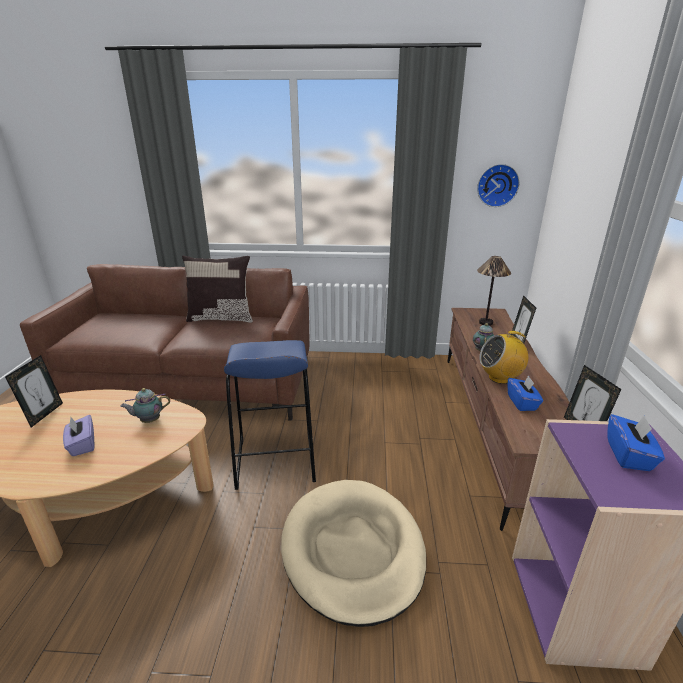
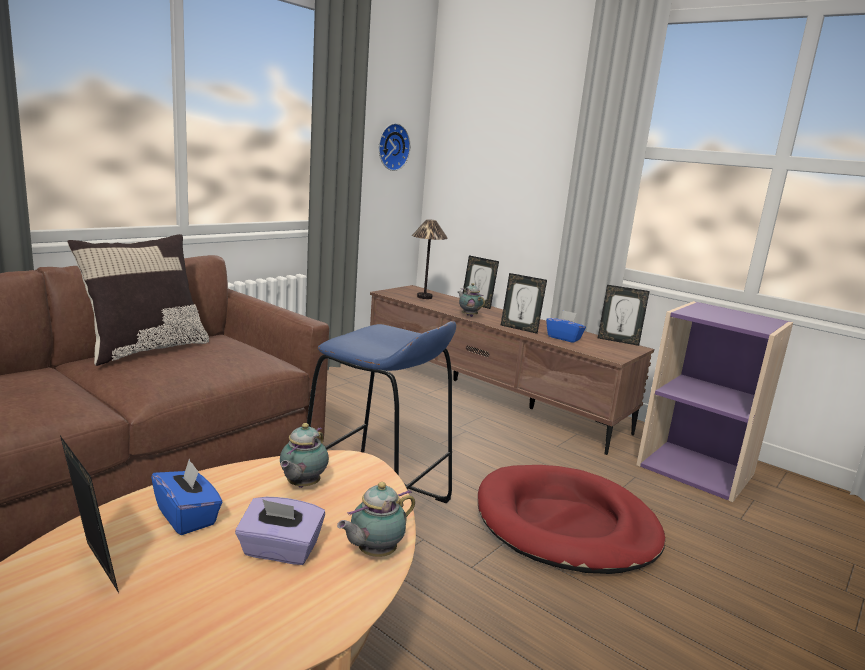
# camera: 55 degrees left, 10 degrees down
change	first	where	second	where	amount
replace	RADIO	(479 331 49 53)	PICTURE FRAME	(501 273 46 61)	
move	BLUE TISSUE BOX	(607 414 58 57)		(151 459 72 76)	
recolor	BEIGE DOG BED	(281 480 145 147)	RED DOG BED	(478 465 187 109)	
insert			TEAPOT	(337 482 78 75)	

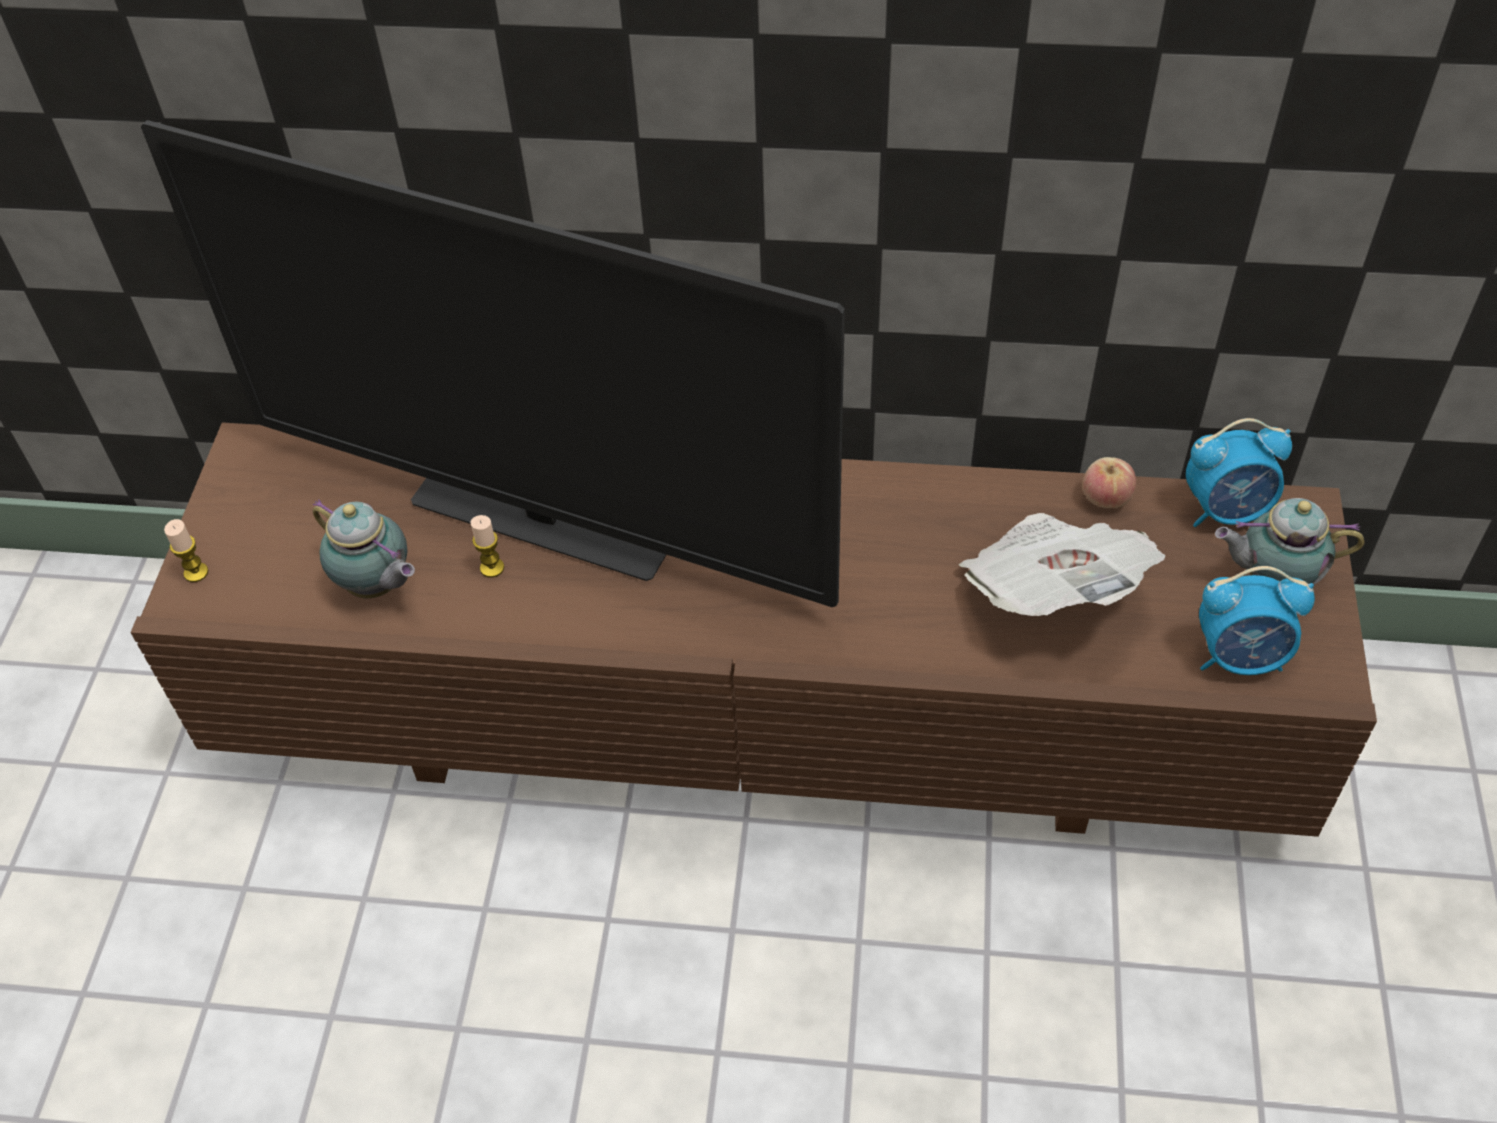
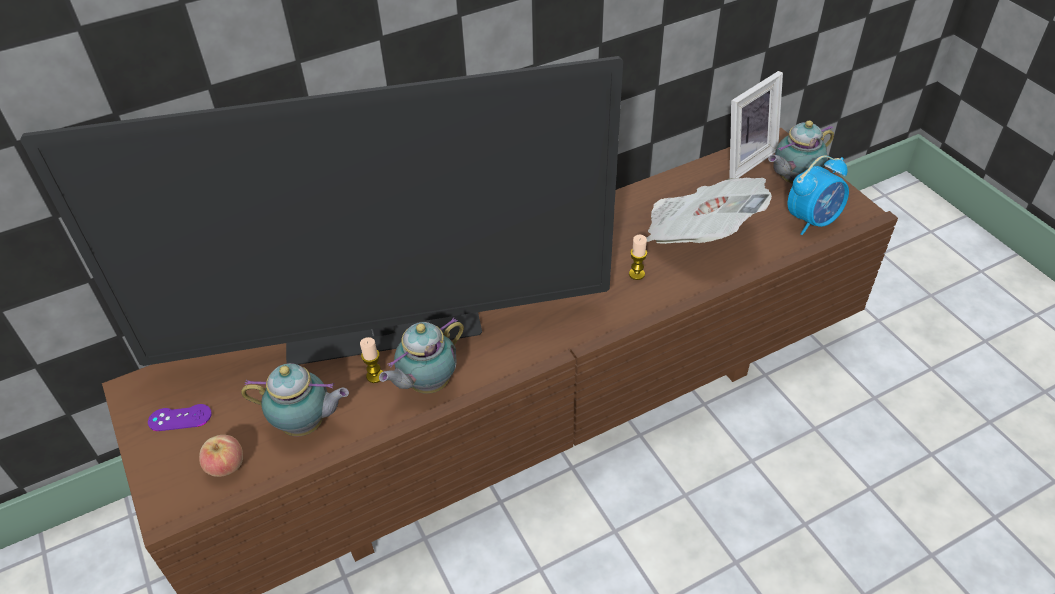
# camera: 35 degrees left, 5 degrees down
change	first	where	second	where	amount
replace	ALARM CLOCK	(1186 418 106 109)	PICTURE FRAME	(729 71 54 108)	
move	APPLE	(1082 457 54 51)		(199 435 44 42)	
move	CANDLE	(164 519 45 63)		(629 234 18 46)	
insert			TEAPOT	(379 318 85 76)	
insert			PURPLE GAME CONTROLLER	(148 404 64 27)	

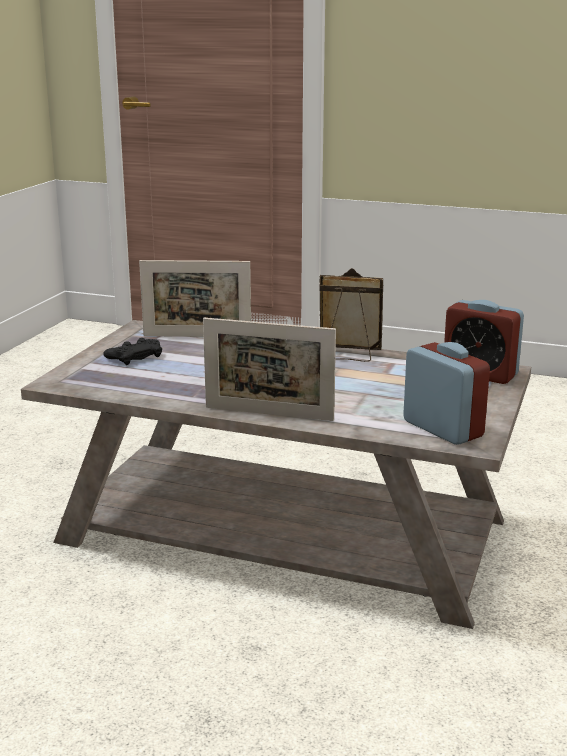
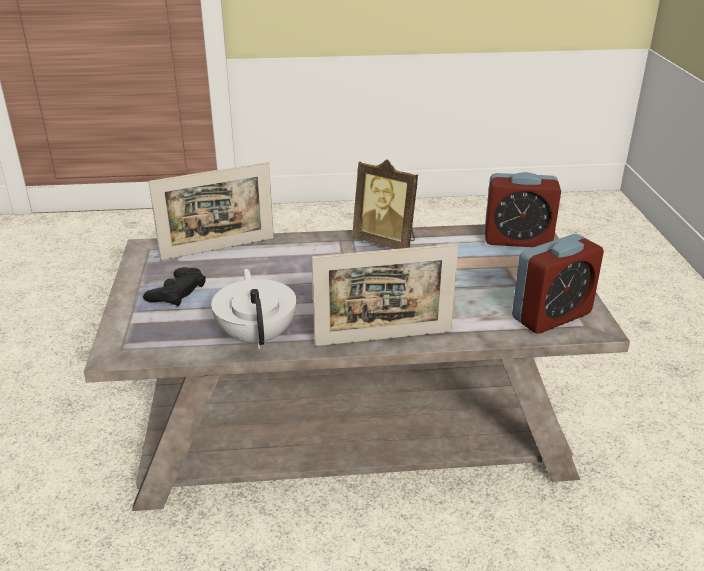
# camera: 25 degrees left, 10 degrees up
change	first	where	second	where	amount
rotate	PICTURE FRAME	(319 268 64 94)		(352 159 66 90)	135 degrees counterclockwise
rotate	ALARM CLOCK	(403 342 87 103)		(512 234 92 100)	120 degrees clockwise
insert			WHITE TEAPOT	(211 268 85 81)	

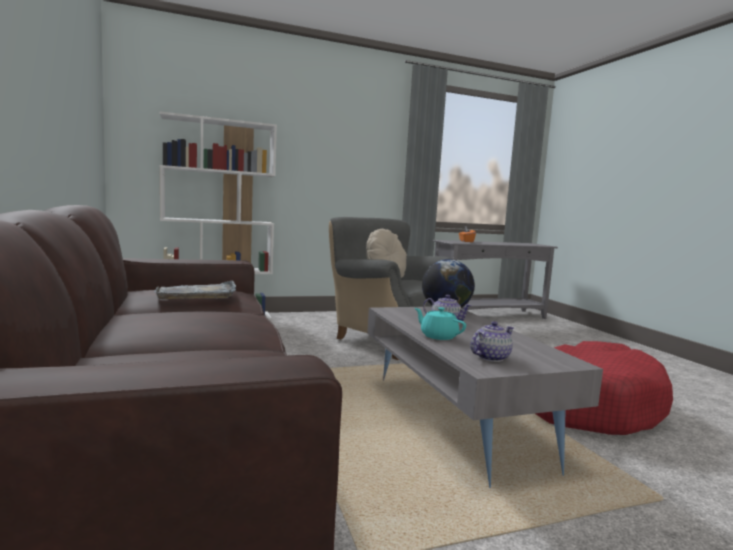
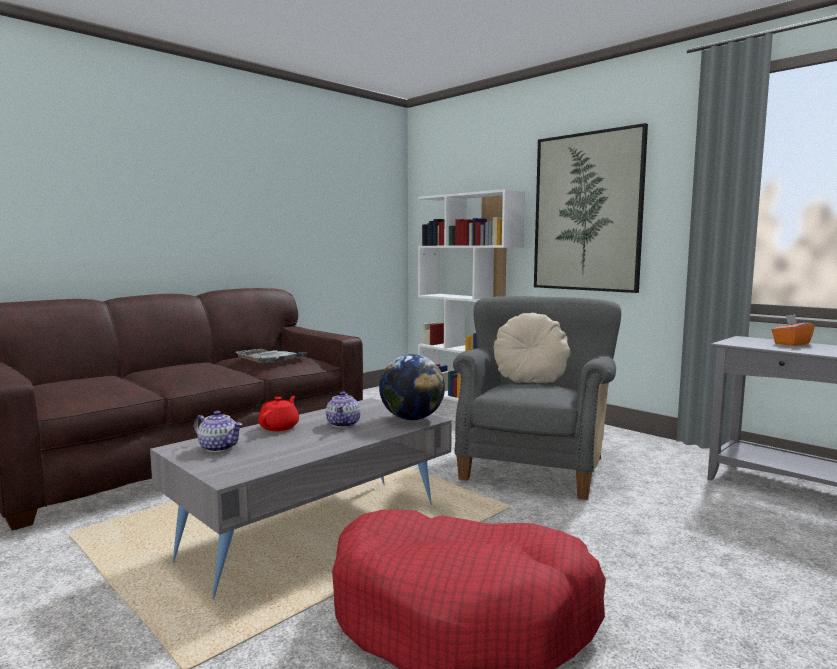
# camera: 65 degrees right, 0 degrees up
change	first	where	second	where	amount
recolor	TURQUOISE TEAPOT	(415 307 51 33)	RED TEAPOT	(258 396 41 35)	
insert			PICTURE	(534 123 114 170)	

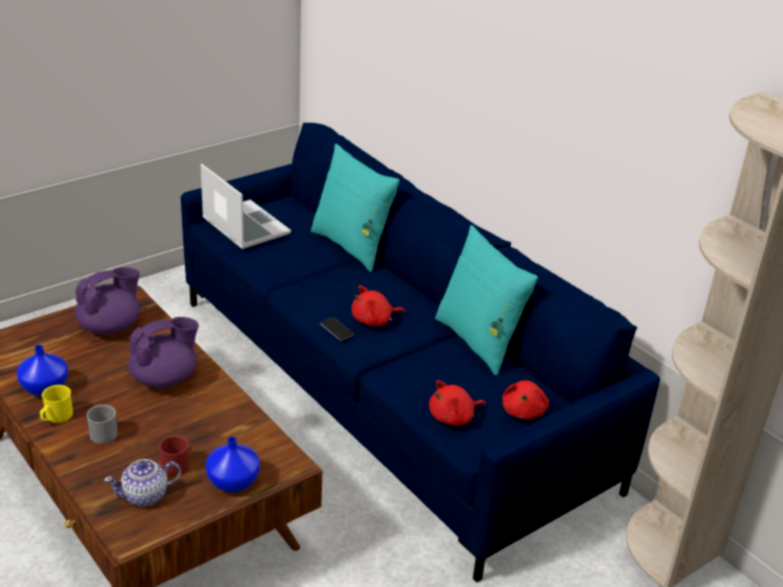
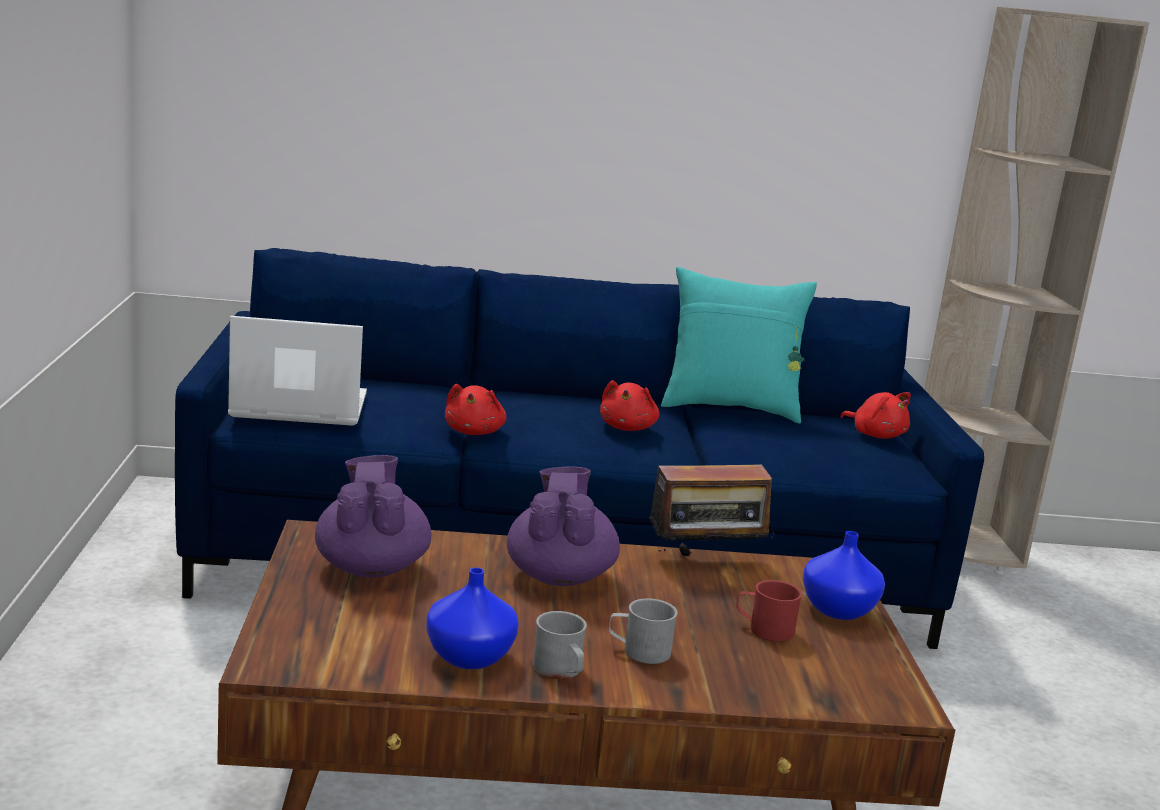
# camera: 55 degrees left, 15 degrees down
change	first	where	second	where	amount
delete	TURQUOISE PILLOW	(311 144 89 128)			
delete	PHONE	(320 317 34 24)			
move	RED PLUSH TOY	(429 380 57 46)		(445 384 61 51)	
recolor	YELLOW MUG	(40 385 33 38)	GREY MUG	(533 611 54 68)	
delete	TEAPOT	(104 459 78 48)			
insert			RADIO	(650 450 124 106)	

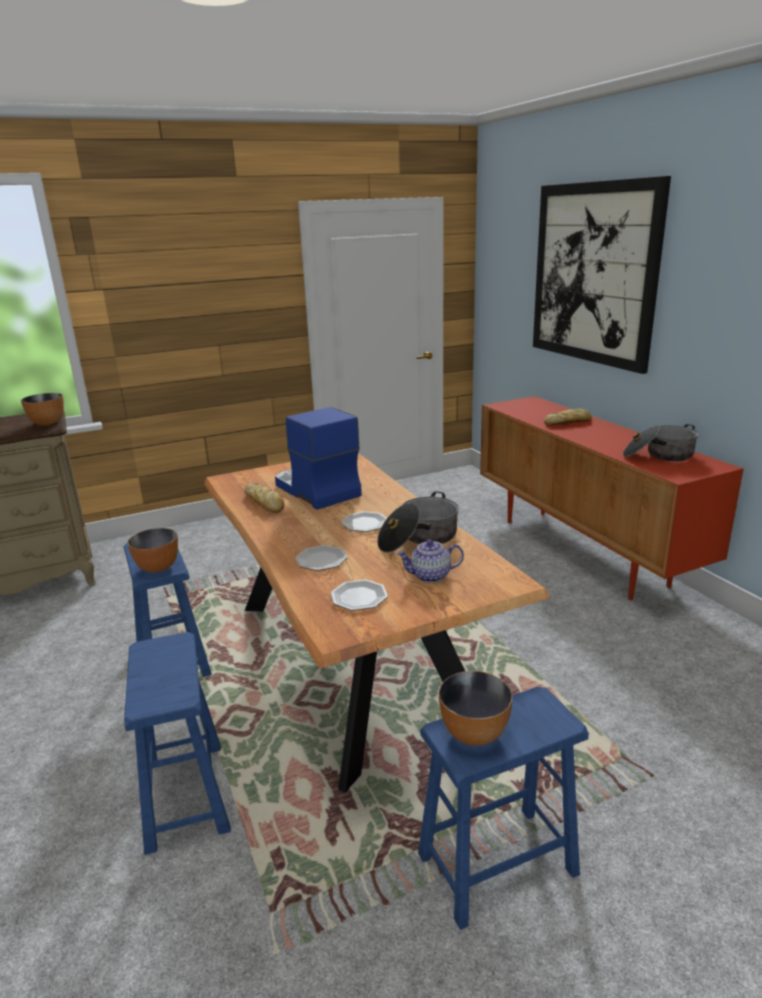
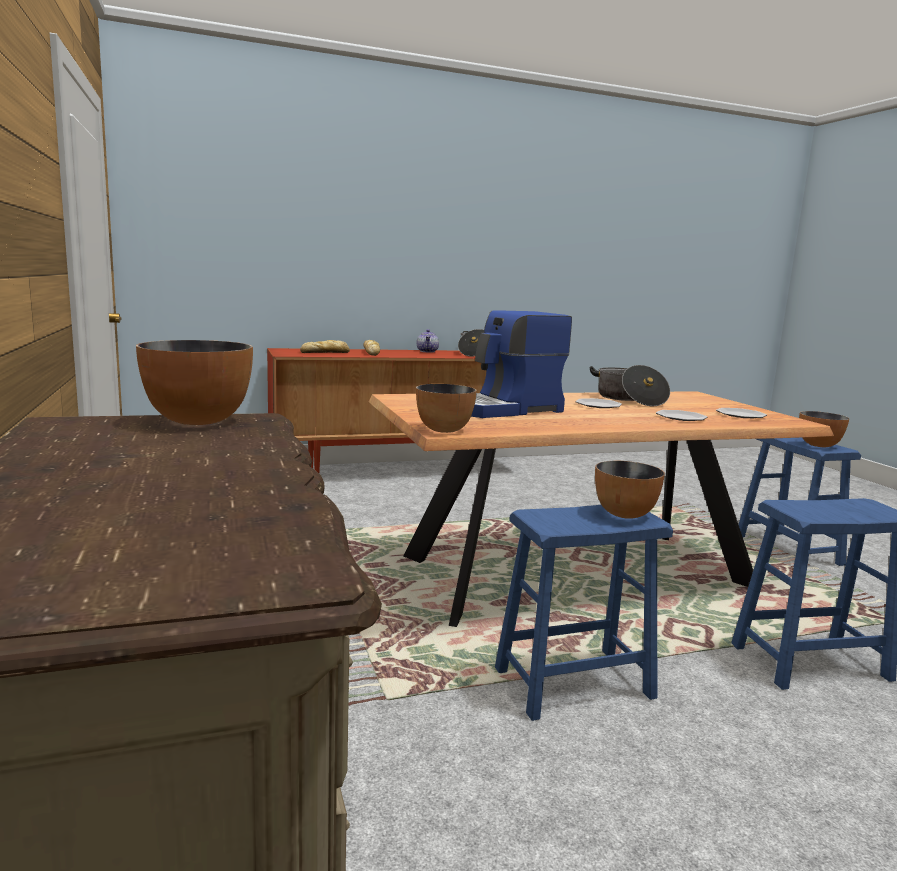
# camera: 85 degrees left, 10 degrees down
change	first	where	second	where	amount
delete	PICTURE	(533 176 138 198)			
move	BREAD	(244 483 40 30)		(300 340 50 13)	
move	TEAPOT	(397 540 67 43)		(417 329 22 24)	
insert			BOWL	(416 384 61 49)	

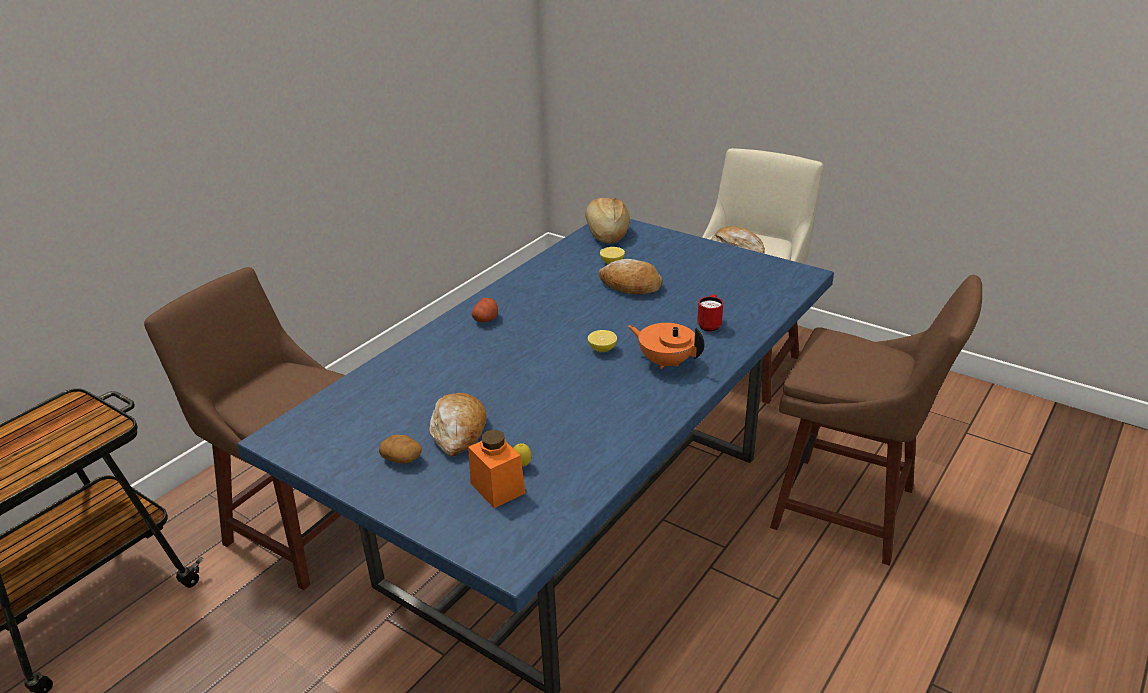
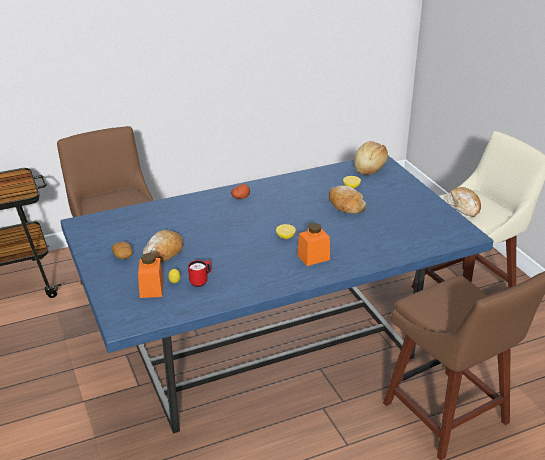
# camera: 30 degrees right, 0 degrees up
change	first	where	second	where	amount
move	RED MUG	(697 294 26 38)		(188 260 23 27)	
replace	ORANGE TEAPOT	(628 323 77 46)	ORANGE JAR	(297 223 33 43)	

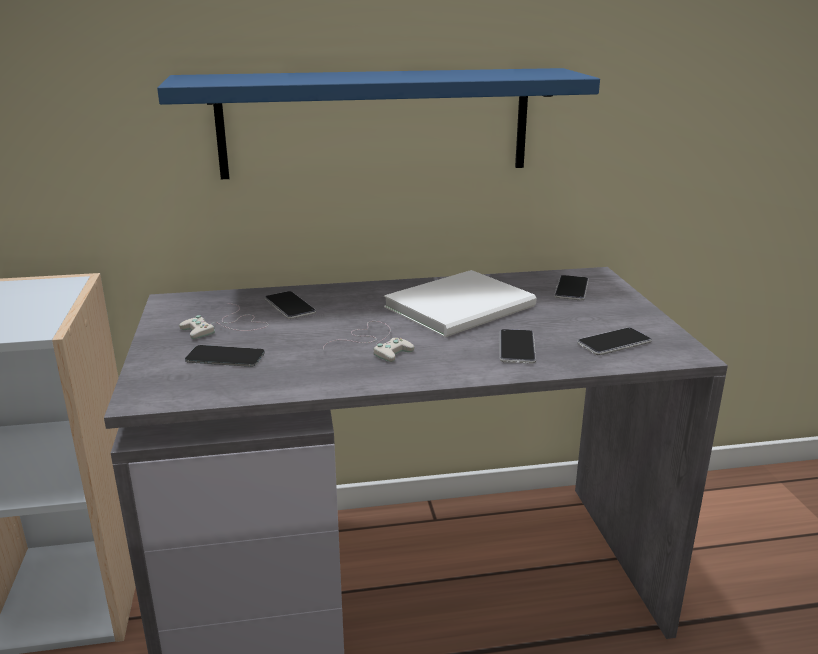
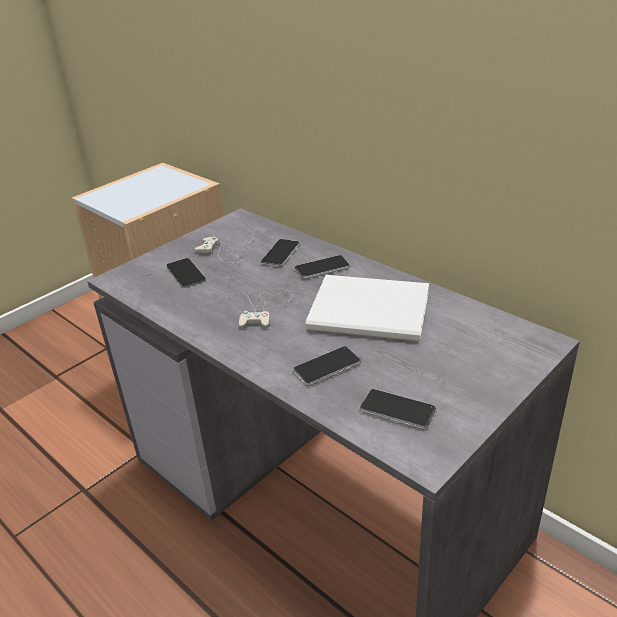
# camera: 55 degrees right, 10 degrees up
change	first	where	second	where	amount
delete	BLUE SHELF	(157 68 443 111)			
move	PHONE	(554 275 35 26)		(294 255 56 24)	

